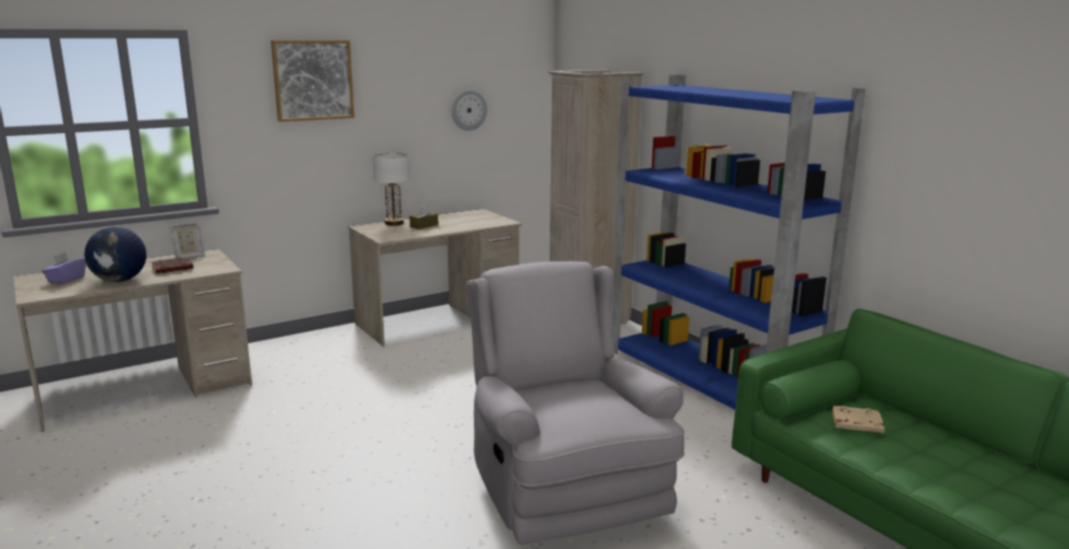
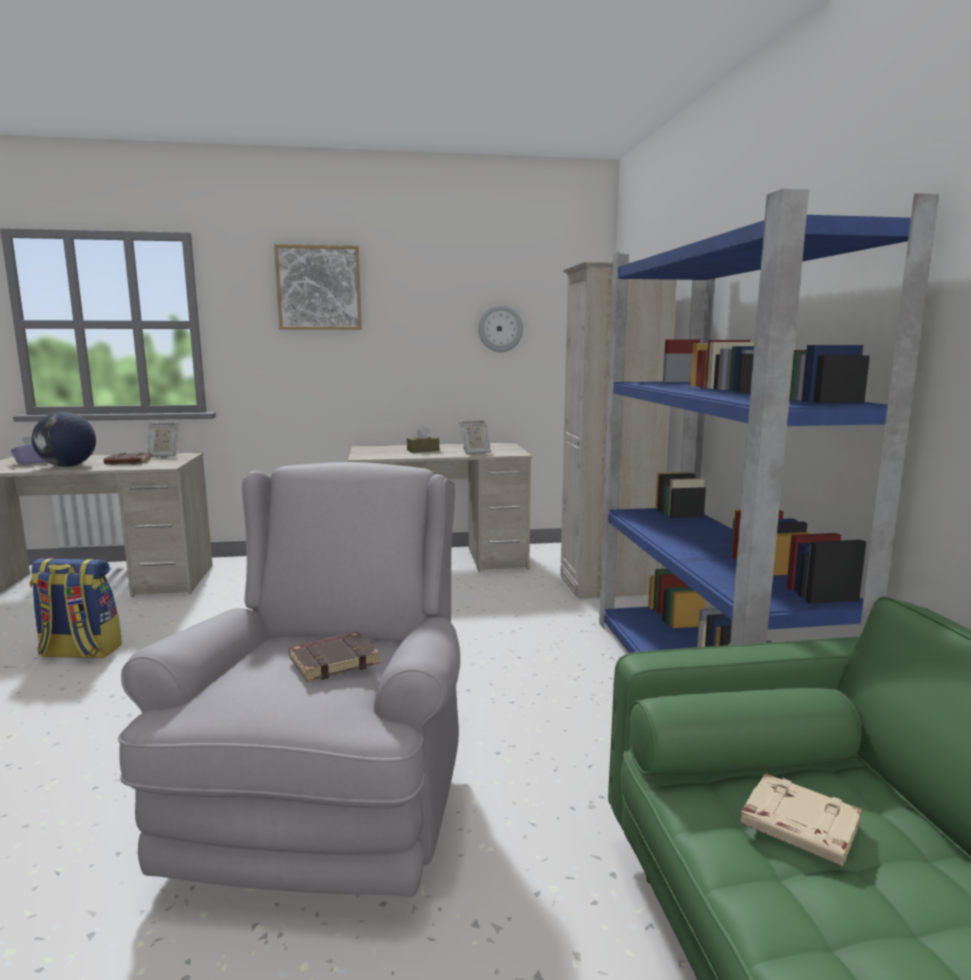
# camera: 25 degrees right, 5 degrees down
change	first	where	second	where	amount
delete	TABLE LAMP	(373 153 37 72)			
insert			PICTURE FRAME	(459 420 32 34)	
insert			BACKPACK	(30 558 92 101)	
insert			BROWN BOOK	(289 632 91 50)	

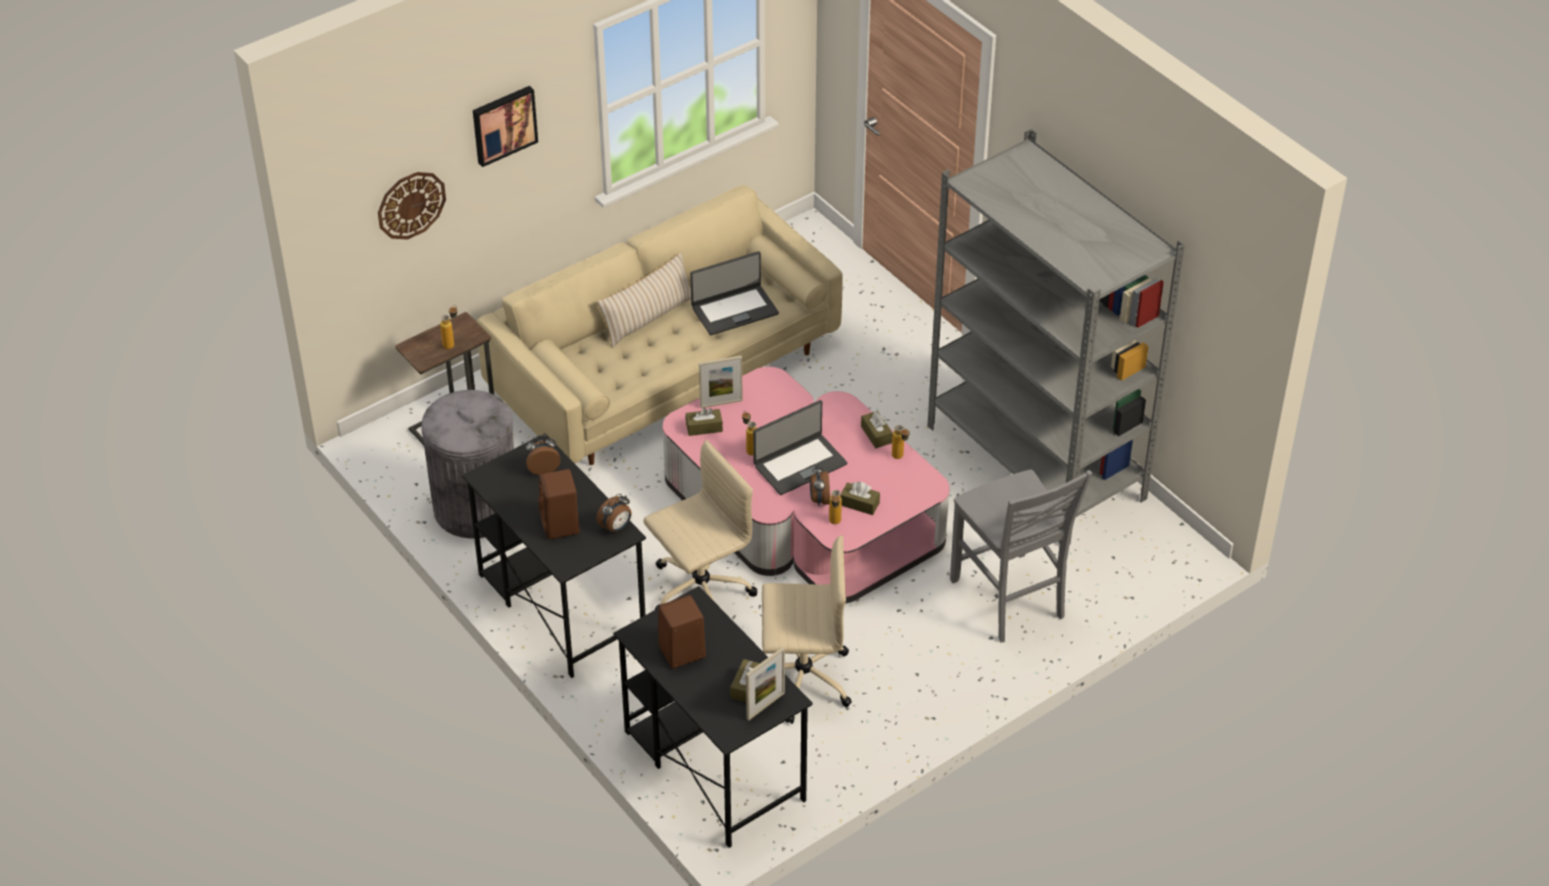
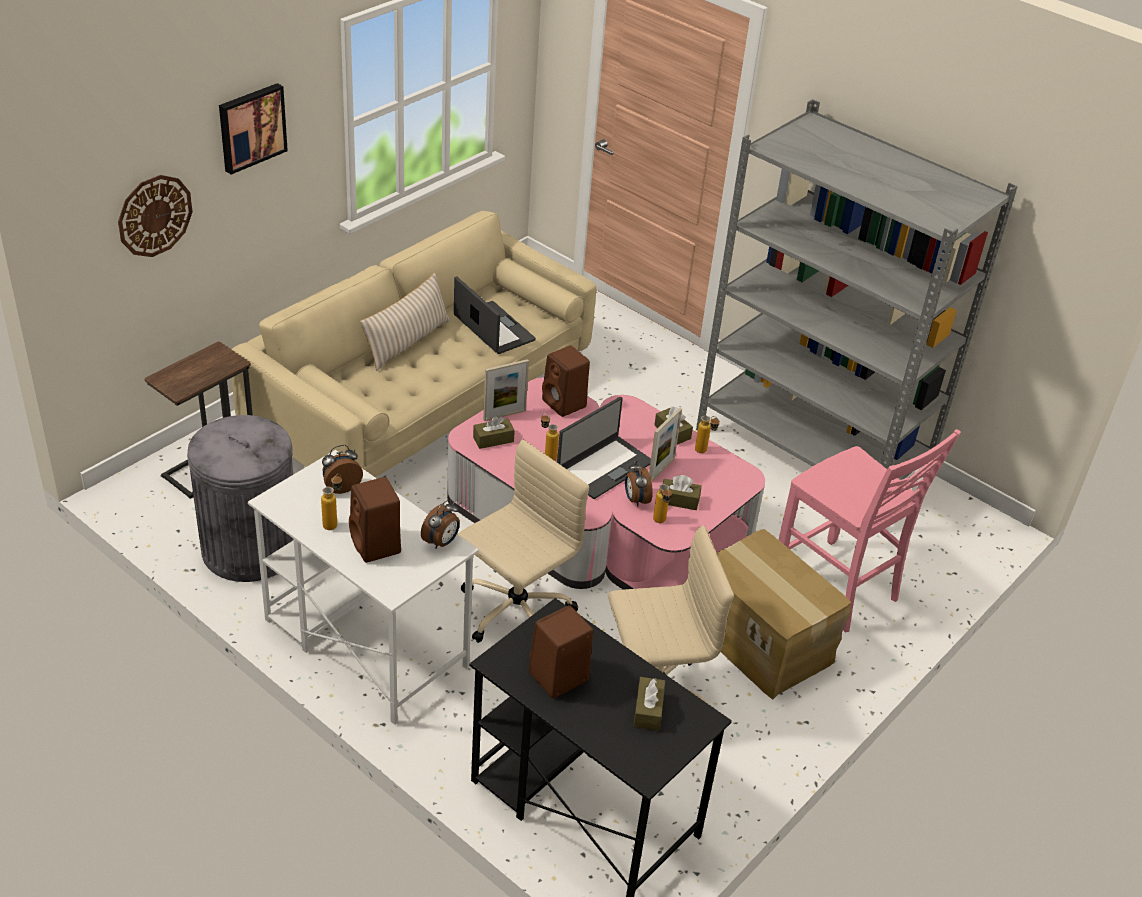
# camera: 15 degrees left, 5 degrees down
change	first	where	second	where	amount
rotate	LAPTOP	(690 251 89 84)		(454 276 82 78)	90 degrees counterclockwise
move	BOTTLE	(440 305 17 44)		(321 474 21 56)	
recolor	BLACK DESK	(462 433 184 245)	WHITE DESK	(248 450 231 275)	
recolor	GREY CHAIR	(950 470 142 173)	PINK CHAIR	(779 429 182 203)	
move	PICTURE FRAME	(746 647 39 74)		(649 408 33 73)	
insert			BROWN SPEAKER	(542 346 48 71)	
insert			CARDBOARD BOX	(717 529 134 171)	

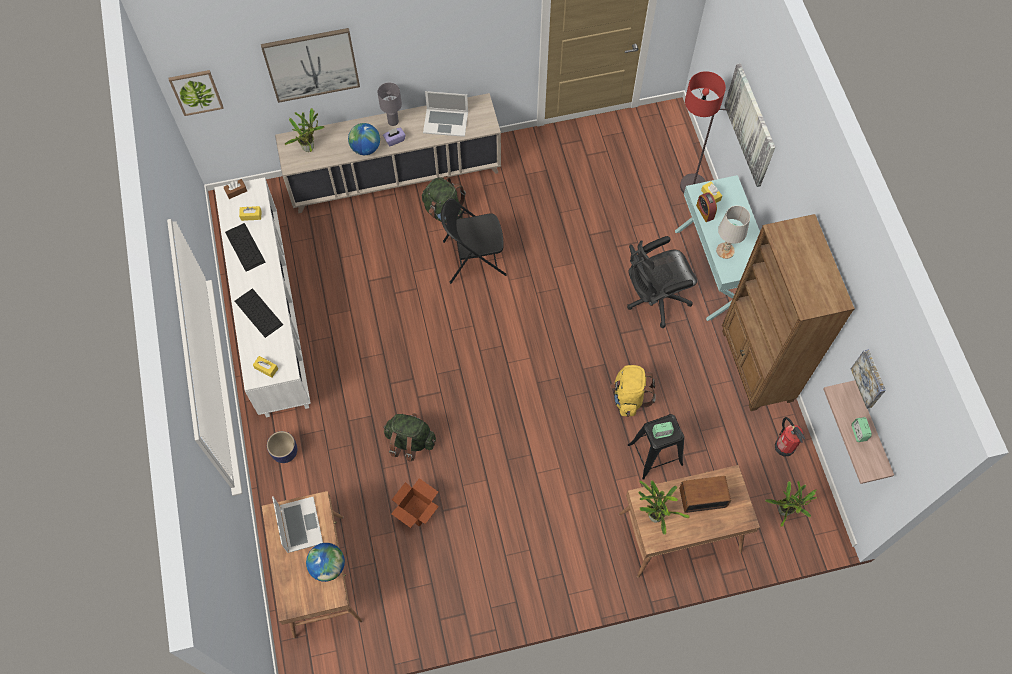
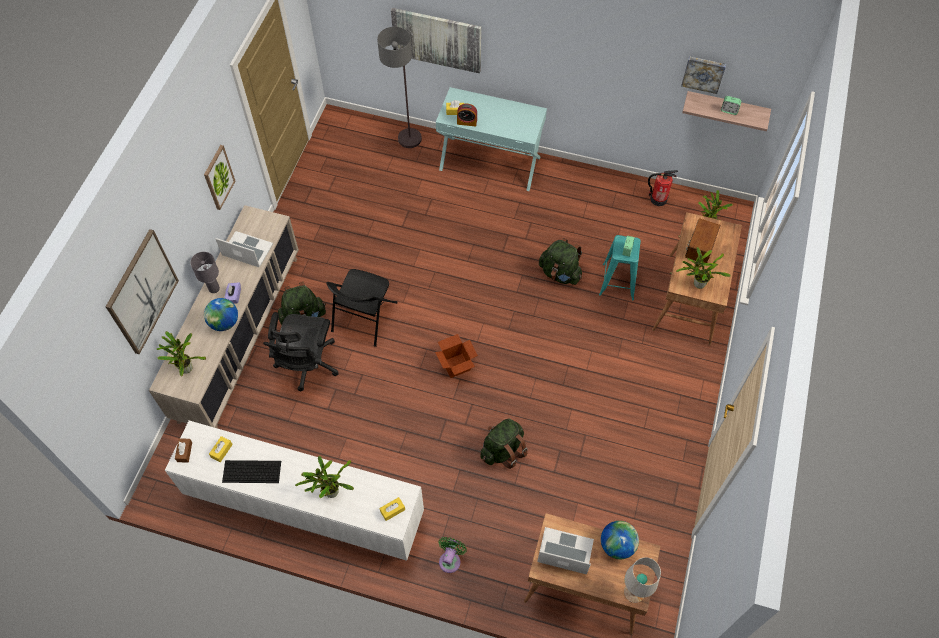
# camera: 60 degrees left, 5 degrees down
change	first	where	second	where	amount
move	PICTURE	(169 70 55 46)		(204 145 31 65)	
recolor	RED FLOOR LAMP	(680 71 49 122)	GREY FLOOR LAMP	(377 27 45 121)	
rotate	LAPTOP	(423 91 45 46)		(215 231 58 36)	105 degrees counterclockwise
move	WHITE TABLE LAMP	(716 206 34 53)		(624 557 37 46)	
delete	BROWN BOOKCASE	(722 214 133 197)			
move	OFFICE CHAIR	(627 236 70 92)		(263 312 76 79)	
replace	KEYBOARD	(235 288 48 50)	POTTED PLANT	(295 456 59 42)	
recolor	YELLOW BACKPACK	(610 365 46 52)	GREEN BACKPACK	(539 238 43 47)	
recolor	BLACK STOOL	(628 414 56 66)	TURQUOISE STOOL	(599 235 42 65)	
replace	PLANTER	(267 431 30 32)	GREEN FAN	(438 537 29 36)	
move	CARDBOARD BOX	(391 478 48 50)		(435 334 43 44)	

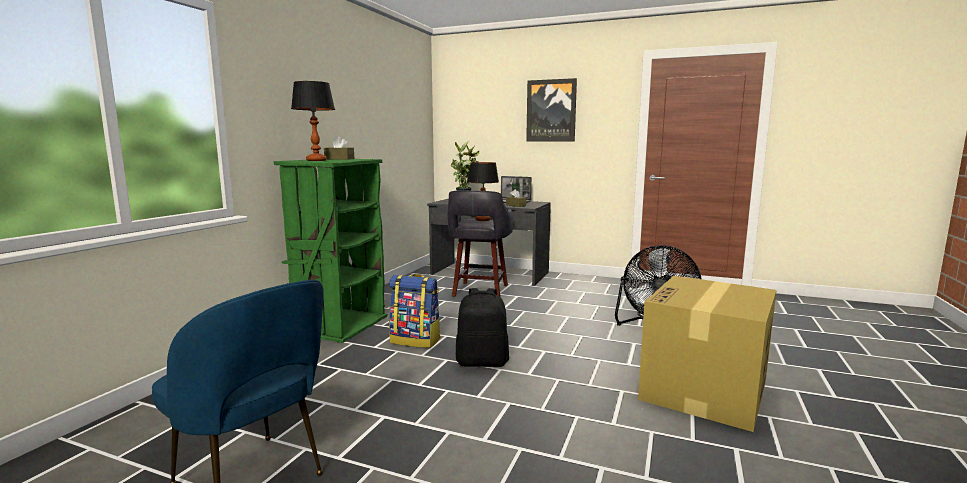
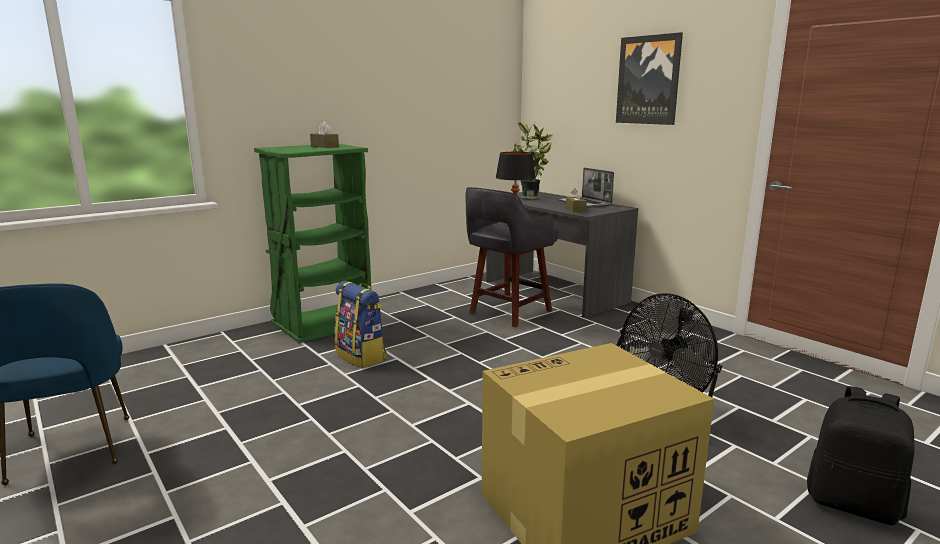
# camera: 30 degrees right, 5 degrees up
change	first	where	second	where	amount
delete	TABLE LAMP	(291 81 44 80)			
move	BLACK BACKPACK	(456 288 53 79)		(807 386 107 139)	

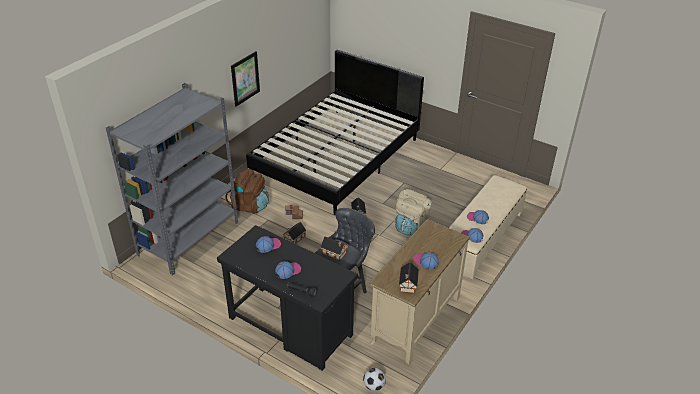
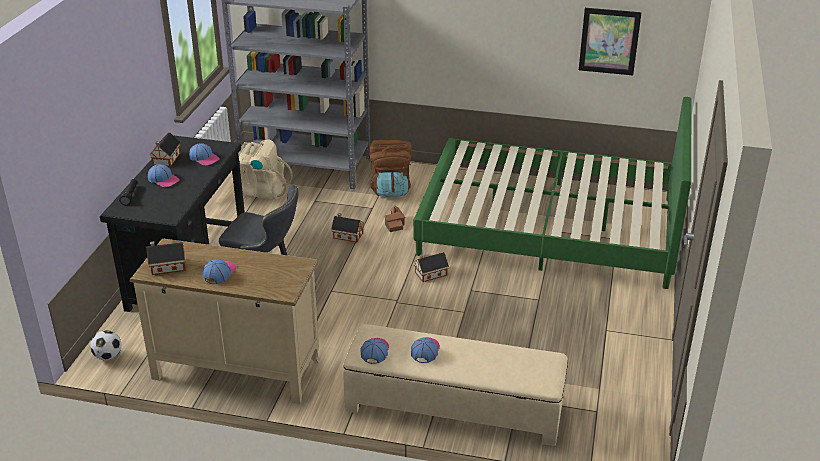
# camera: 70 degrees right, 5 degrees down
change	first	where	second	where	amount
recolor	BLACK BED	(246 50 178 165)	GREEN BED	(413 97 278 192)	
move	PICTURE	(231 51 29 56)		(579 8 63 67)	
move	BEIGE BACKPACK	(394 189 37 47)		(238 139 55 60)	
move	TOY HOUSE	(321 237 27 24)		(149 132 32 35)	

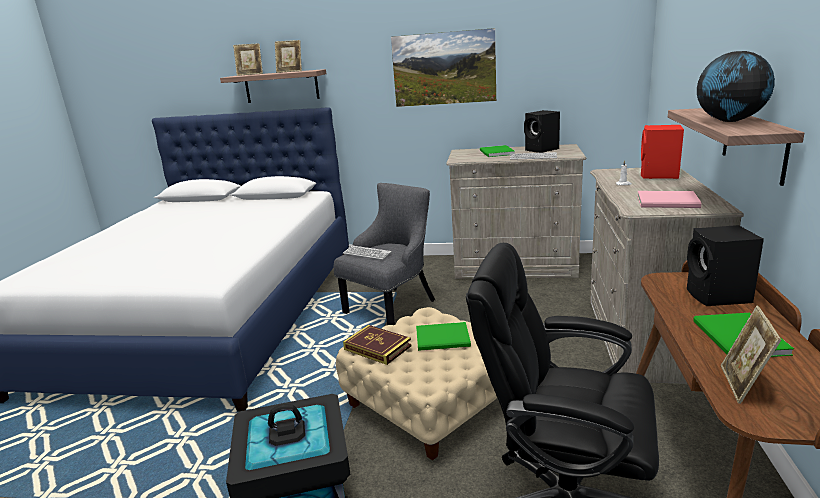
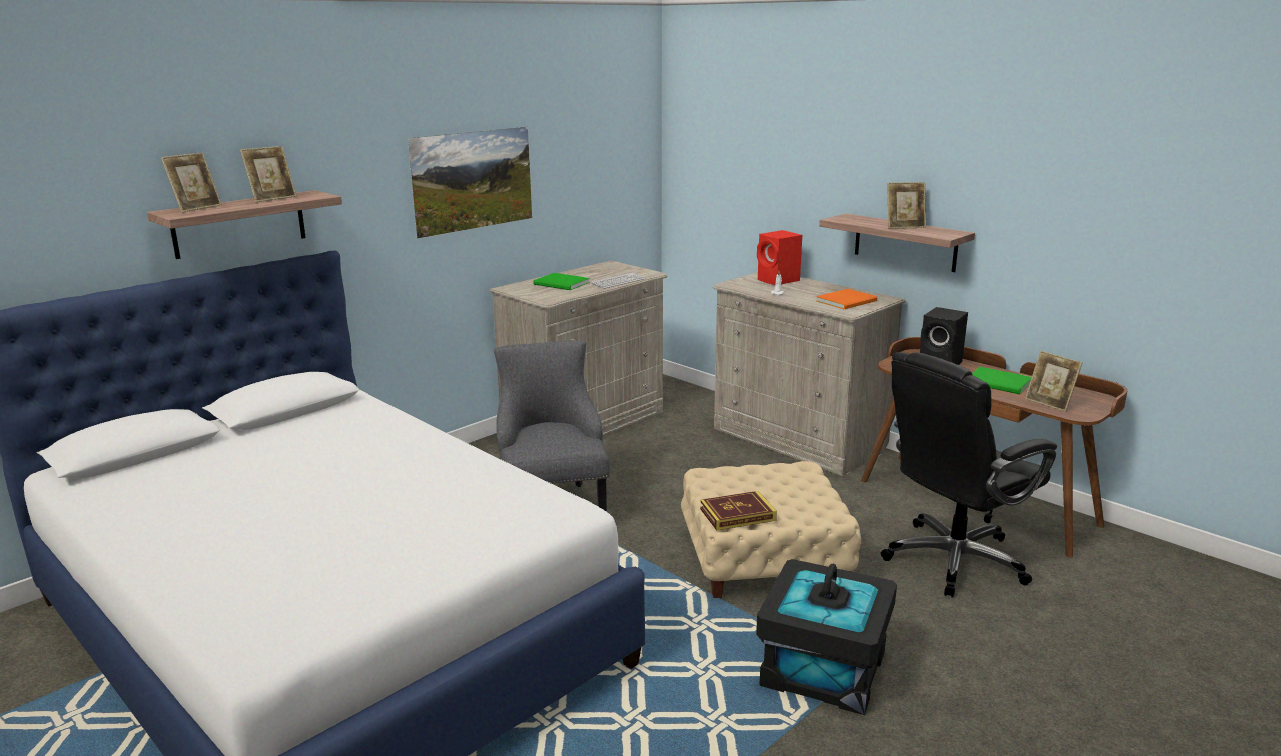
# camera: 55 degrees left, 0 degrees up
change	first	where	second	where	amount
replace	GLOBE	(697 51 78 71)	PICTURE FRAME	(887 182 39 47)	
delete	BLACK SPEAKER	(524 110 36 43)			
recolor	PINK BOOK	(637 191 64 17)	ORANGE BOOK	(816 289 61 20)	
delete	KEYBOARD	(343 246 49 14)			
delete	GREEN BOOK	(416 322 55 29)			

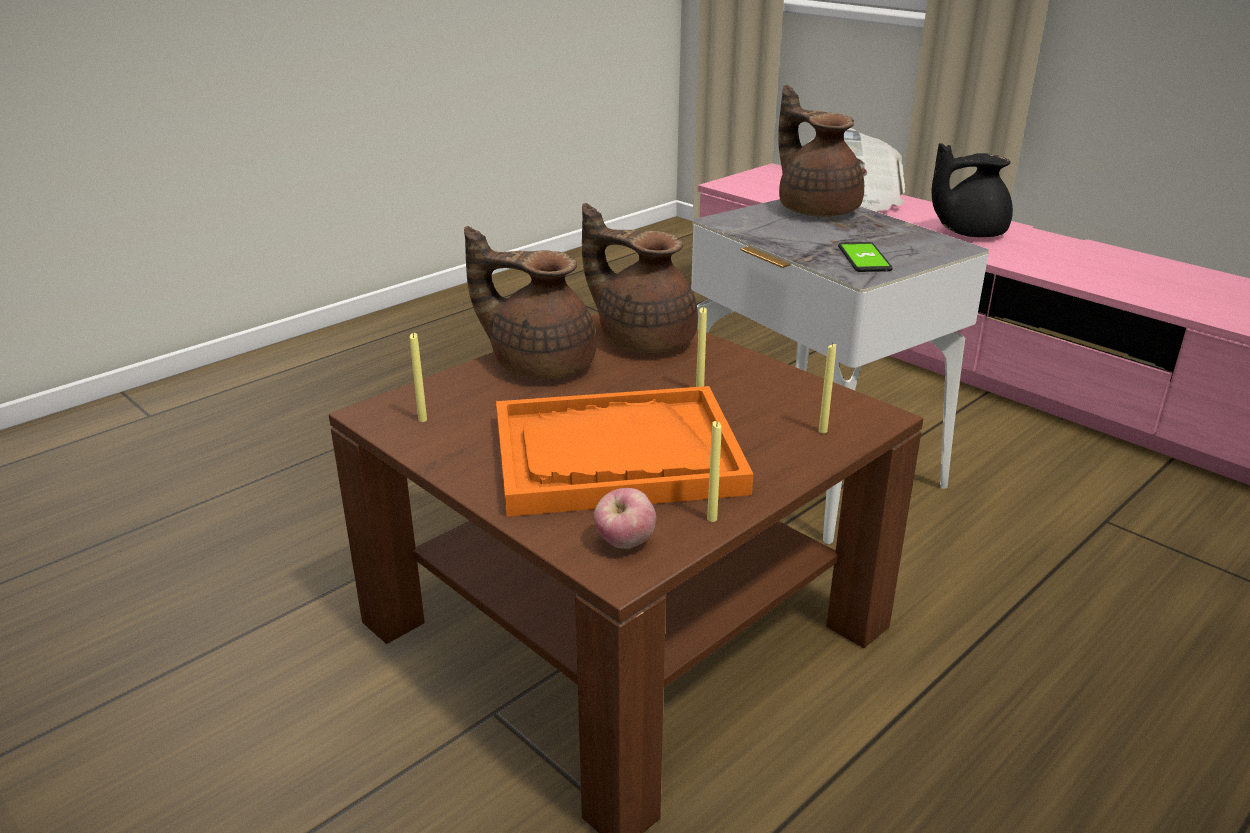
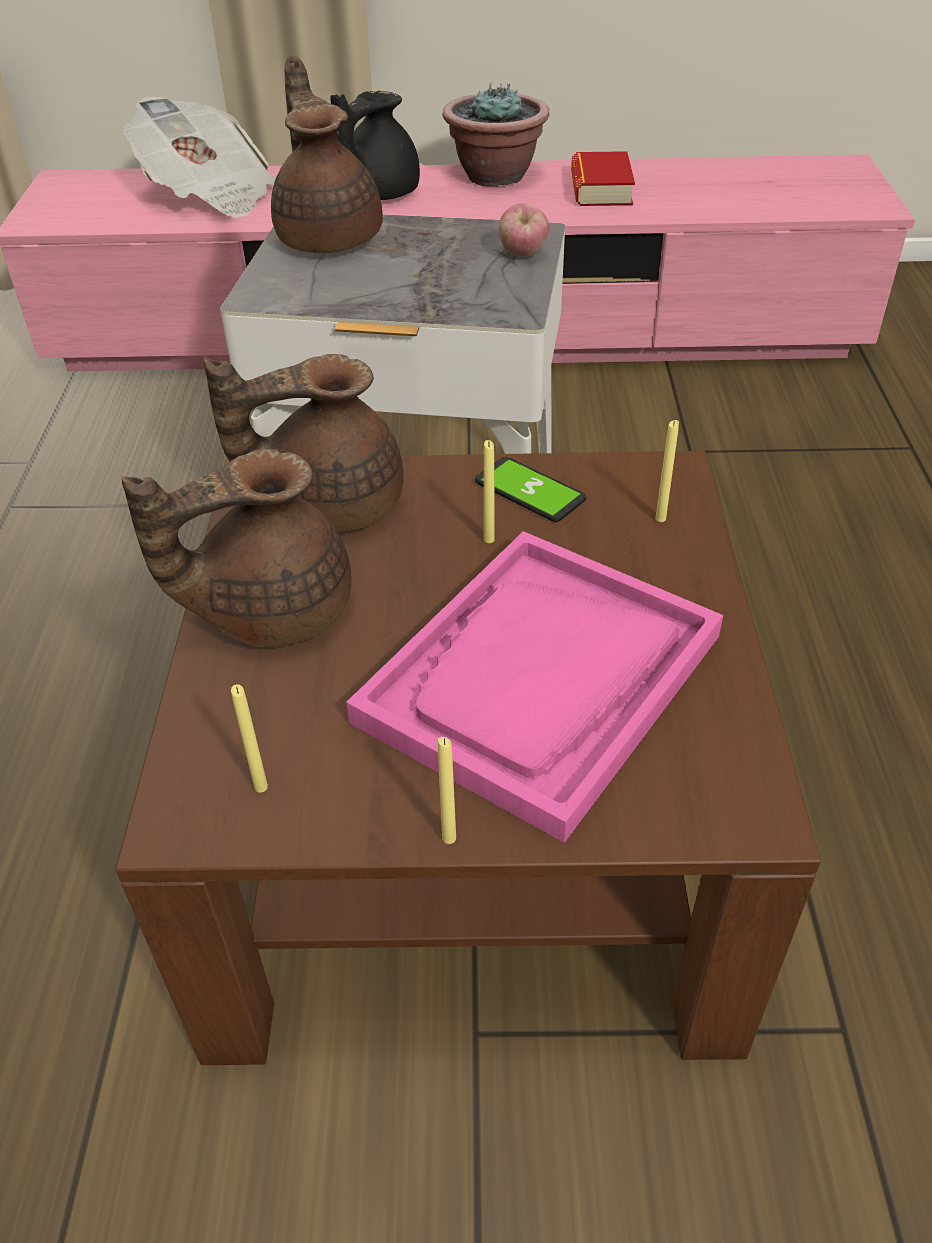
# camera: 45 degrees left, 15 degrees up
change	first	where	second	where	amount
rotate	BROWN TEAPOT	(778 85 86 132)		(271 56 112 197)	60 degrees clockwise
move	PHONE	(838 242 55 30)		(475 457 111 65)	
recolor	ORANGE TRAY	(496 386 257 131)	PINK TRAY	(346 531 377 312)	
move	YELLOW CANDLE	(707 421 14 101)		(438 737 18 107)	
move	APPLE	(593 488 63 61)		(499 203 50 54)	
insert			POTTED PLANT	(442 83 107 104)	
insert			BOOK	(571 151 64 55)	

